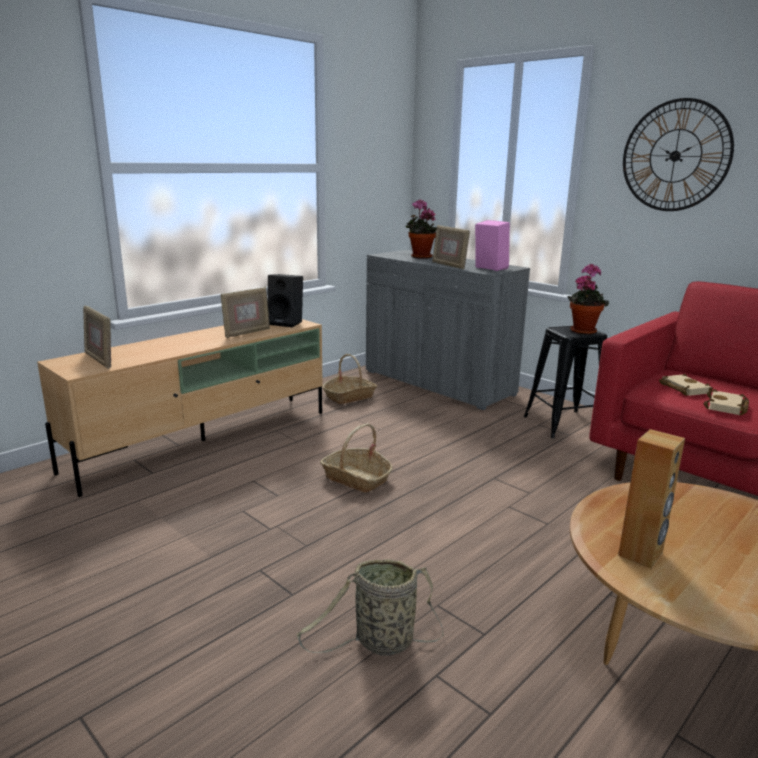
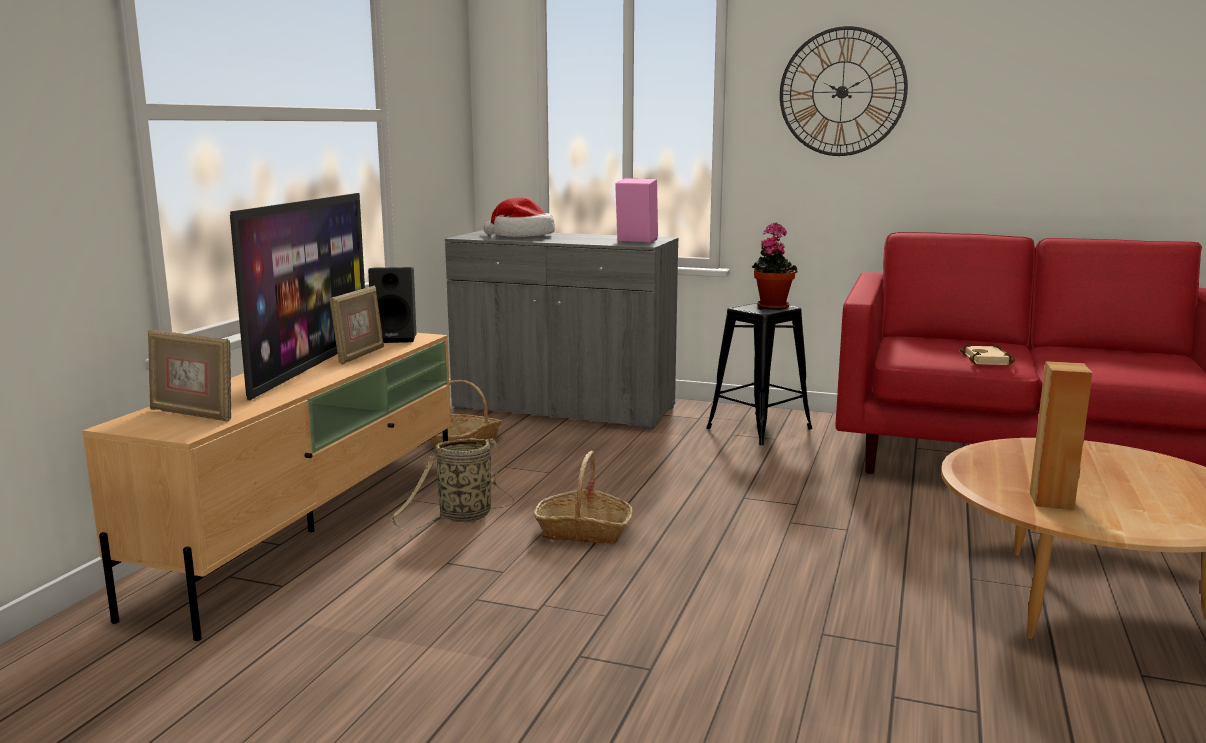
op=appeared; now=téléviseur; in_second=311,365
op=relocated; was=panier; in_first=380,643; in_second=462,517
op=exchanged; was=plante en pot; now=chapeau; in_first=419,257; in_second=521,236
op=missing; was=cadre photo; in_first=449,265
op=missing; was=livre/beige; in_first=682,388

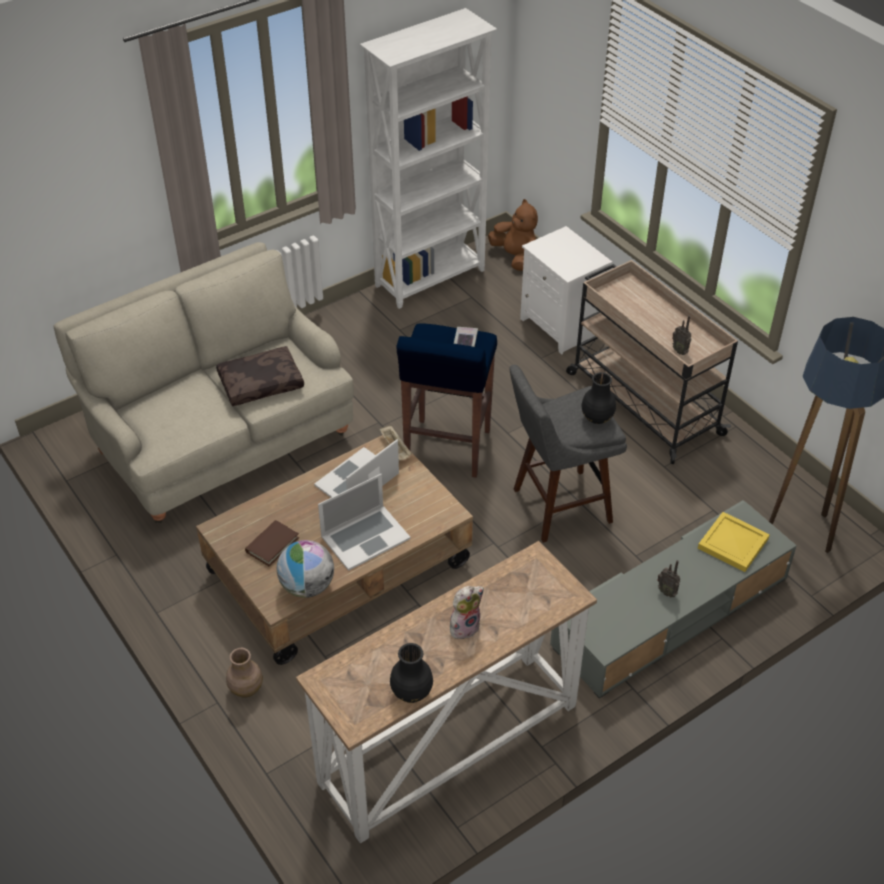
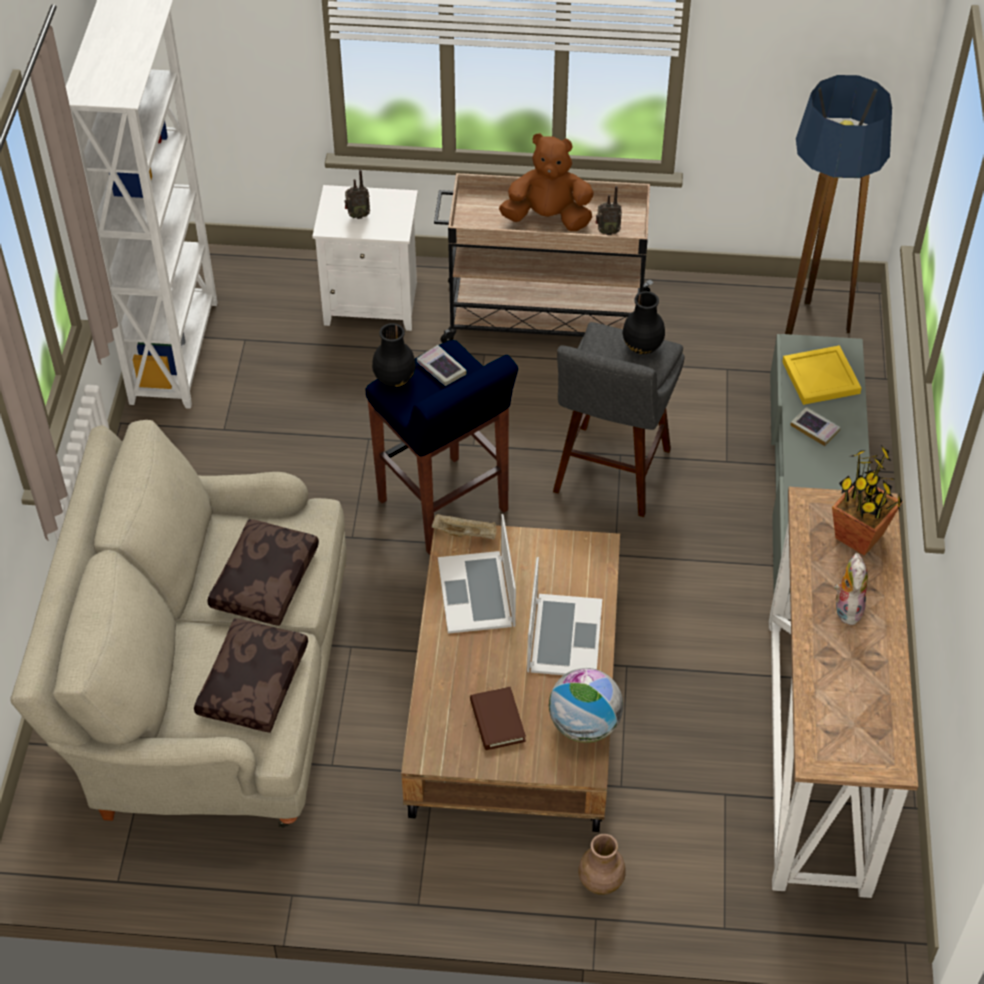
op=appeared; now=coussin/marron; in_second=252,682
op=relocated; was=radio; in_first=667,592; in_second=357,215
op=relocated; was=vase/noir; in_first=411,692; in_second=394,379
op=relocated; was=peluche/marron; in_first=515,257; in_second=548,218
op=appeared; now=livre; in_second=815,429
op=appeared; now=plante en pot; in_second=859,537

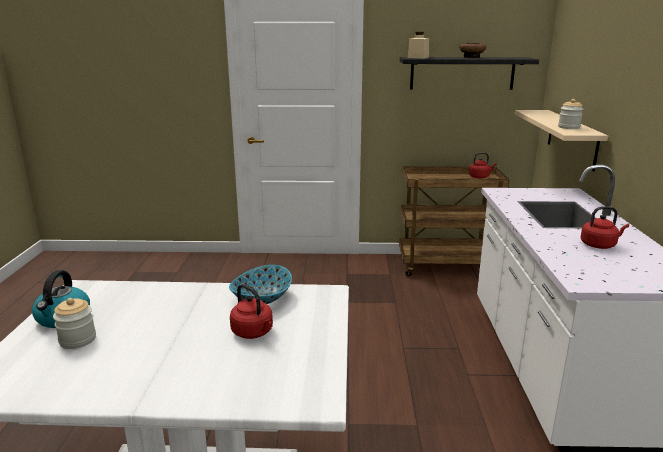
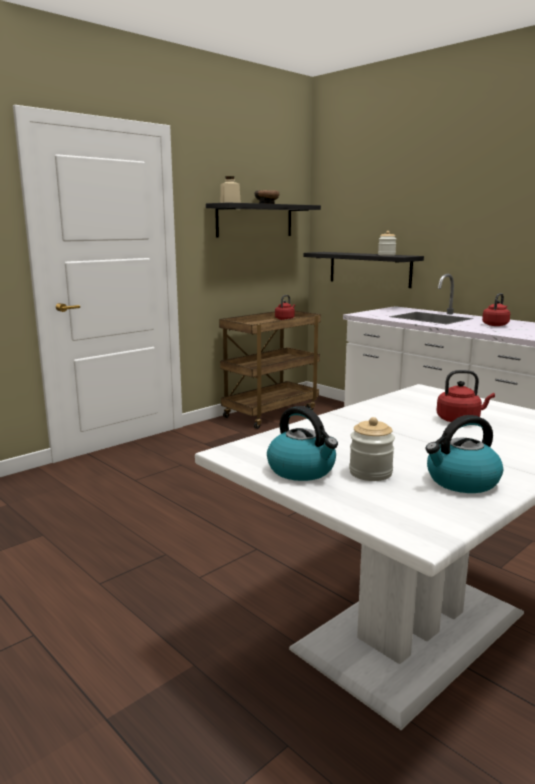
op=colour; was=étagère/beige; now=étagère/noir; in_first=572,138; in_second=369,269
op=appeared; now=bouilloire; in_second=461,481
op=missing; was=bol; in_first=262,299

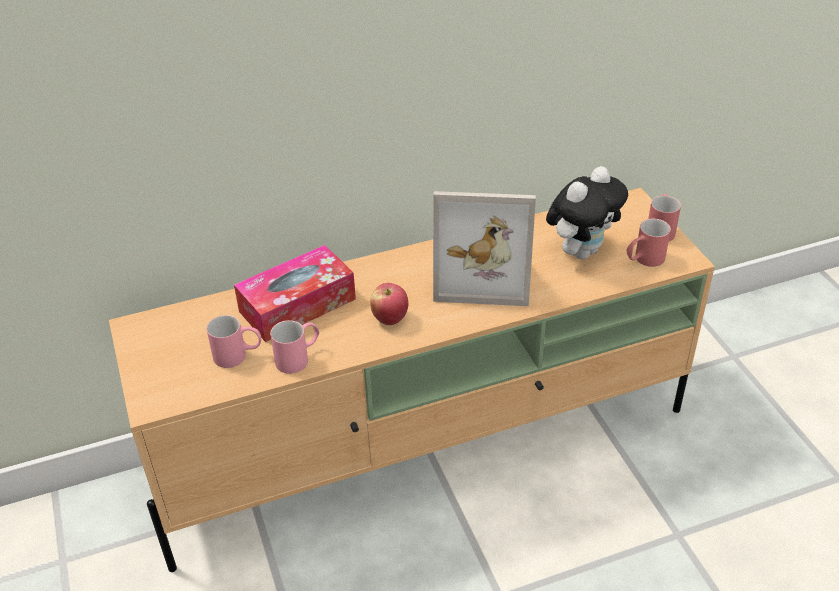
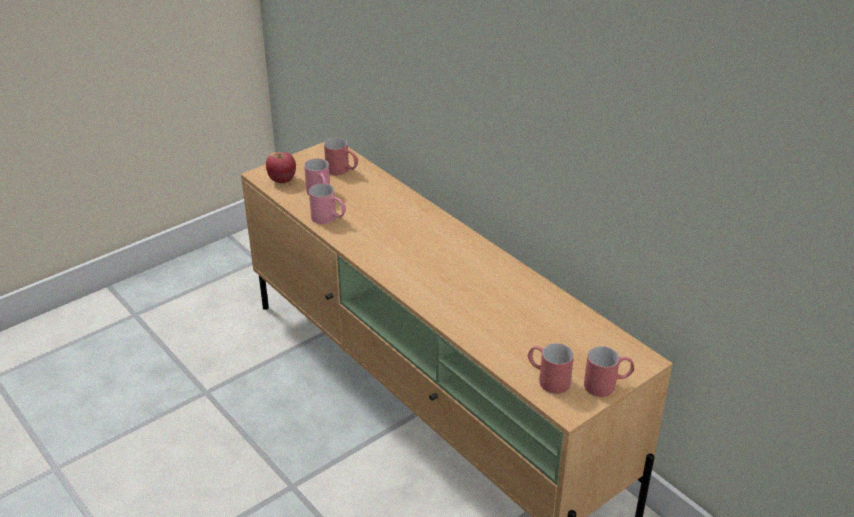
op=relocated; was=pomme; in_first=390,318; in_second=282,180
op=appeared; now=mug/rouge; in_second=342,171
op=missing; was=boîte à mouchoirs; in_first=297,305
op=missing; was=cadre photo; in_first=483,274
op=missing; was=peluche; in_first=581,251

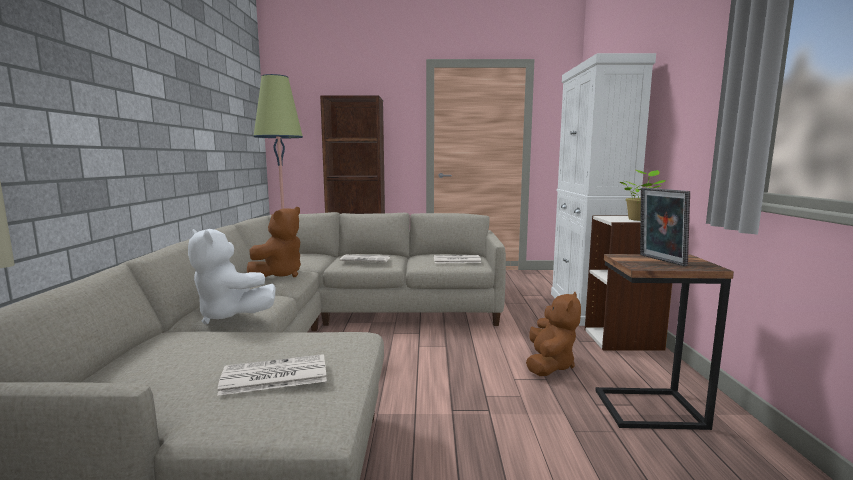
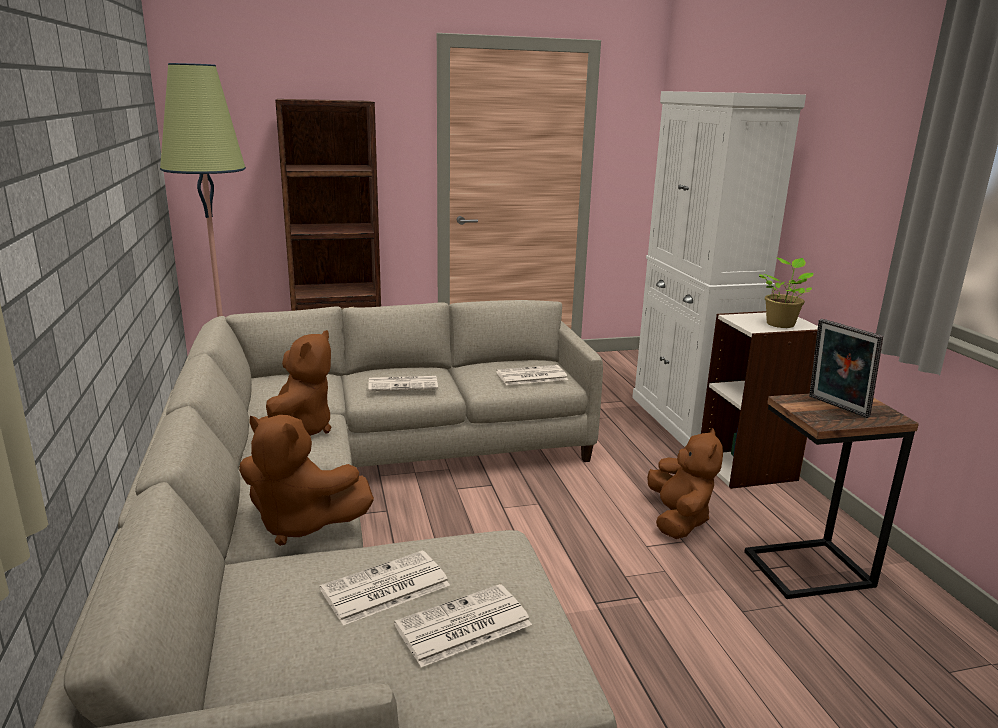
op=colour; was=peluche/blanc; now=peluche/marron; in_first=230,316; in_second=301,524
op=appeared; now=journal; in_second=384,589

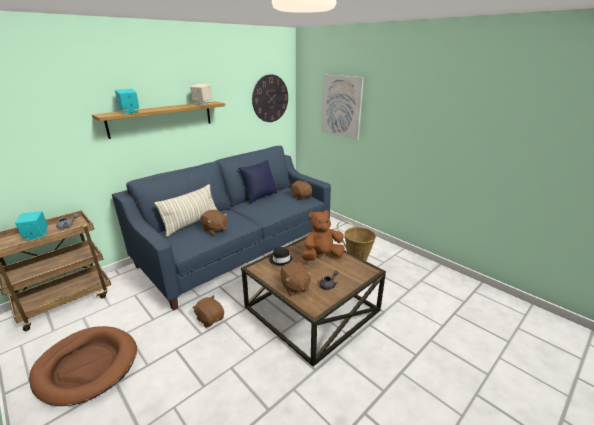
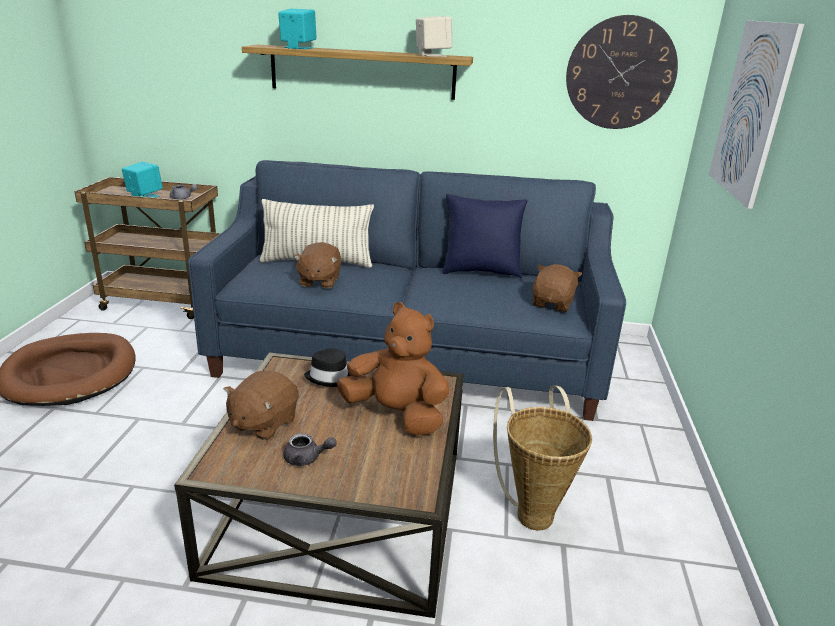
op=missing; was=peluche/marron; in_first=210,319

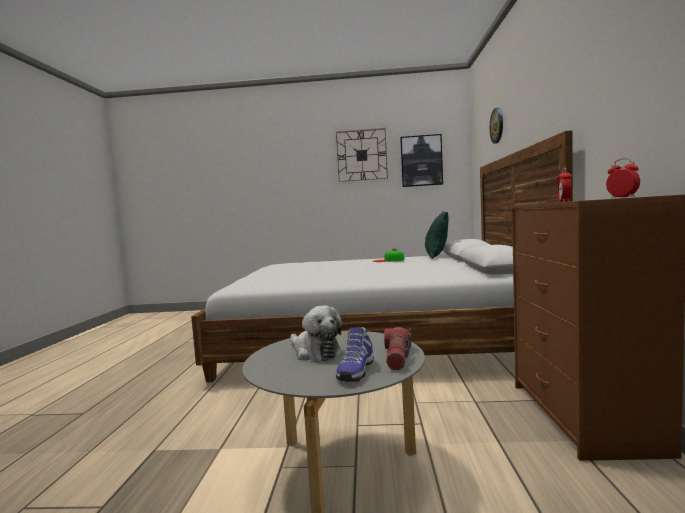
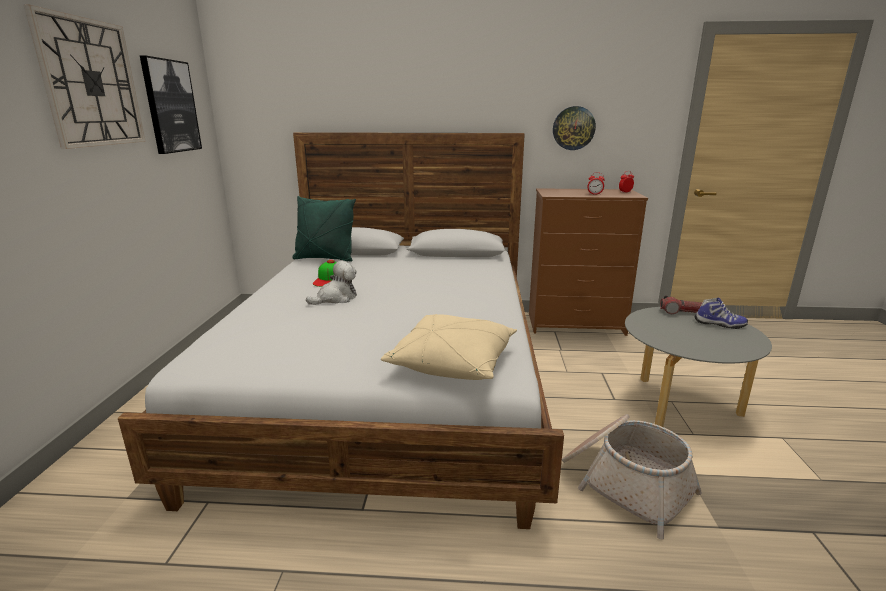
op=relocated; was=peluche; in_first=315,353; in_second=336,298
op=appeared; now=coussin/beige; in_second=453,362
op=relocated; was=horloge murale; in_first=497,125; in_second=573,128
op=appeared; now=panier; in_second=624,483

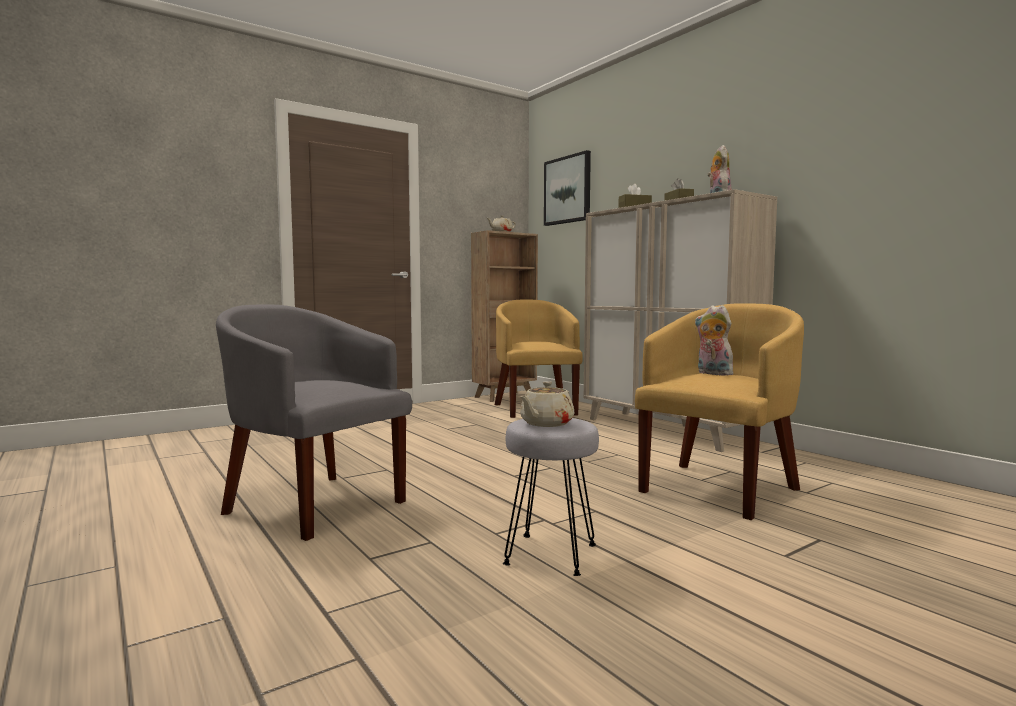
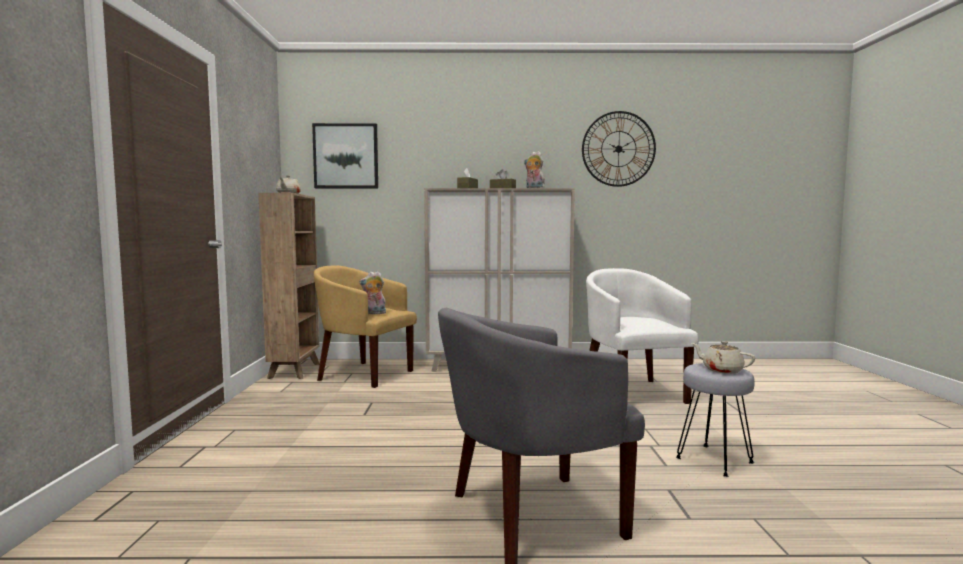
op=relocated; was=peluche; in_first=712,373; in_second=374,313
op=appeared; now=horloge murale; in_second=618,149
op=colour; was=fauteuil/jaune; now=fauteuil/blanc; in_first=719,488; in_second=632,392
op=spun; was=théière/beige; in_first=546,424; in_second=721,370; clockwise=150

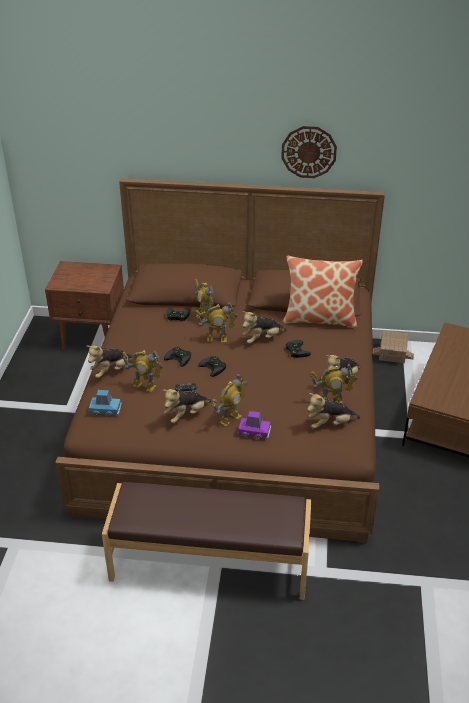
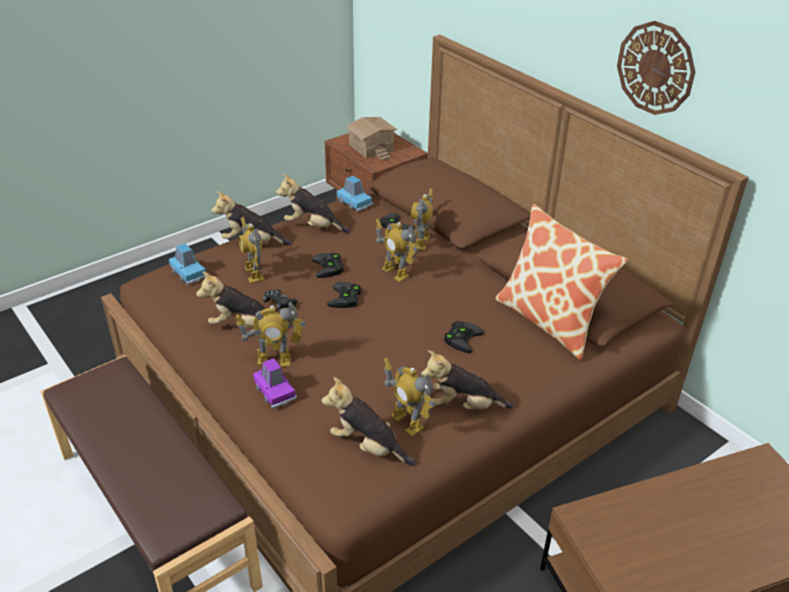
op=relocated; was=peluche; in_first=262,339; in_second=313,226
op=appeared; now=petite voiture/bleu; in_second=354,203
op=relocated; was=maison miniature; in_first=392,353; in_second=372,147

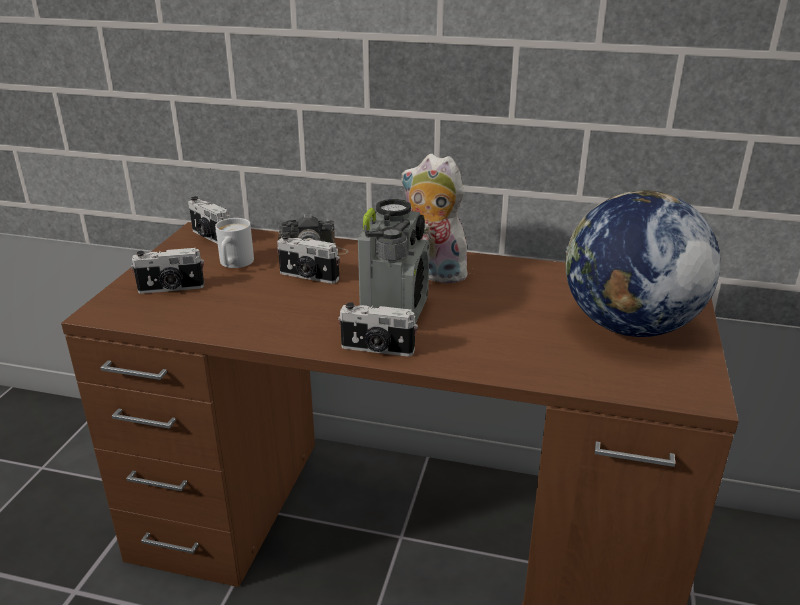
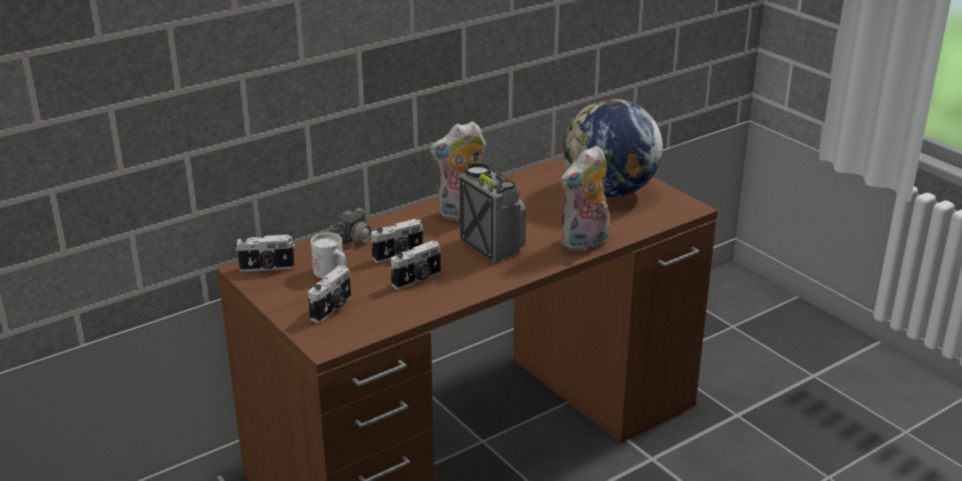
op=relocated; was=appareil photo; in_first=377,349; in_second=417,279
op=appeared; now=peluche; in_second=585,243

